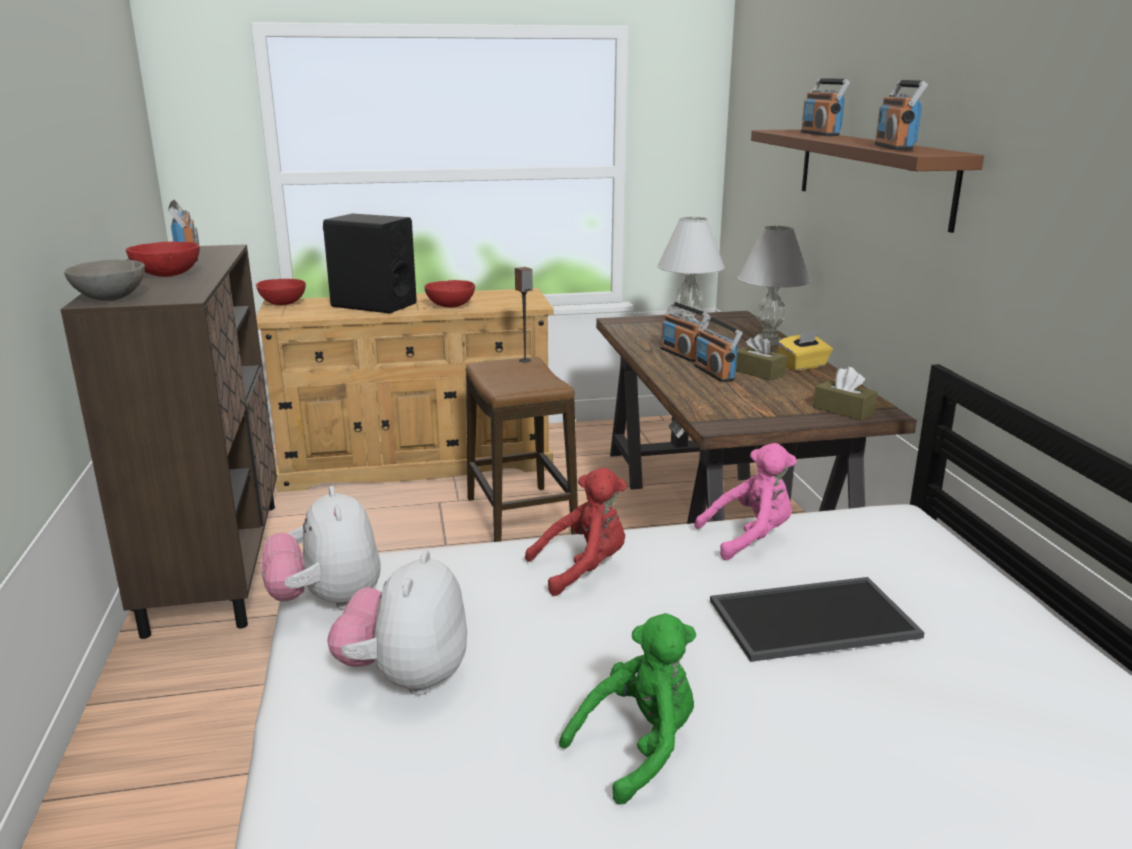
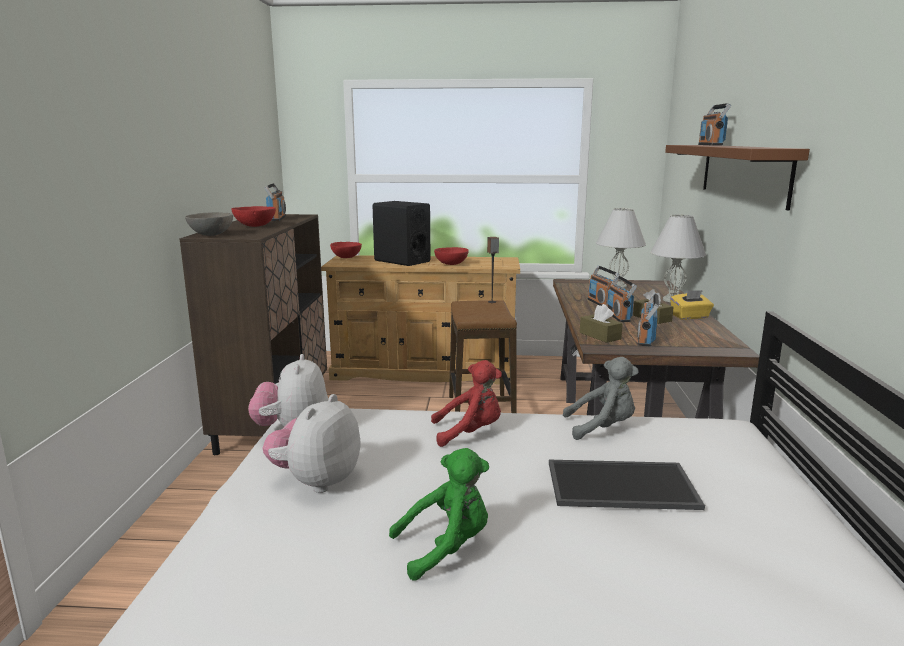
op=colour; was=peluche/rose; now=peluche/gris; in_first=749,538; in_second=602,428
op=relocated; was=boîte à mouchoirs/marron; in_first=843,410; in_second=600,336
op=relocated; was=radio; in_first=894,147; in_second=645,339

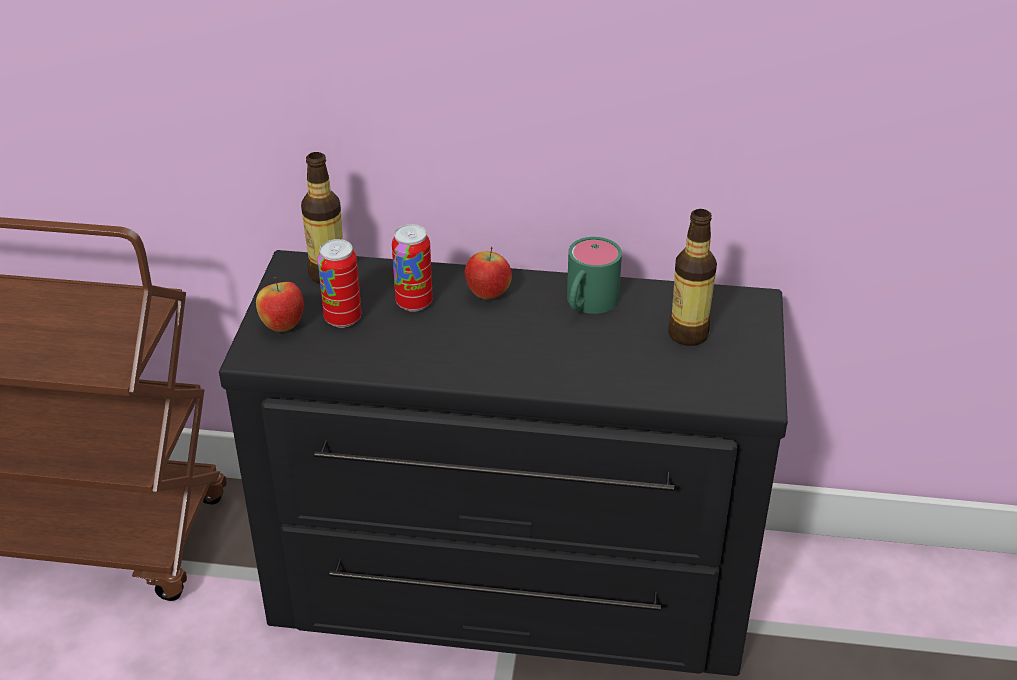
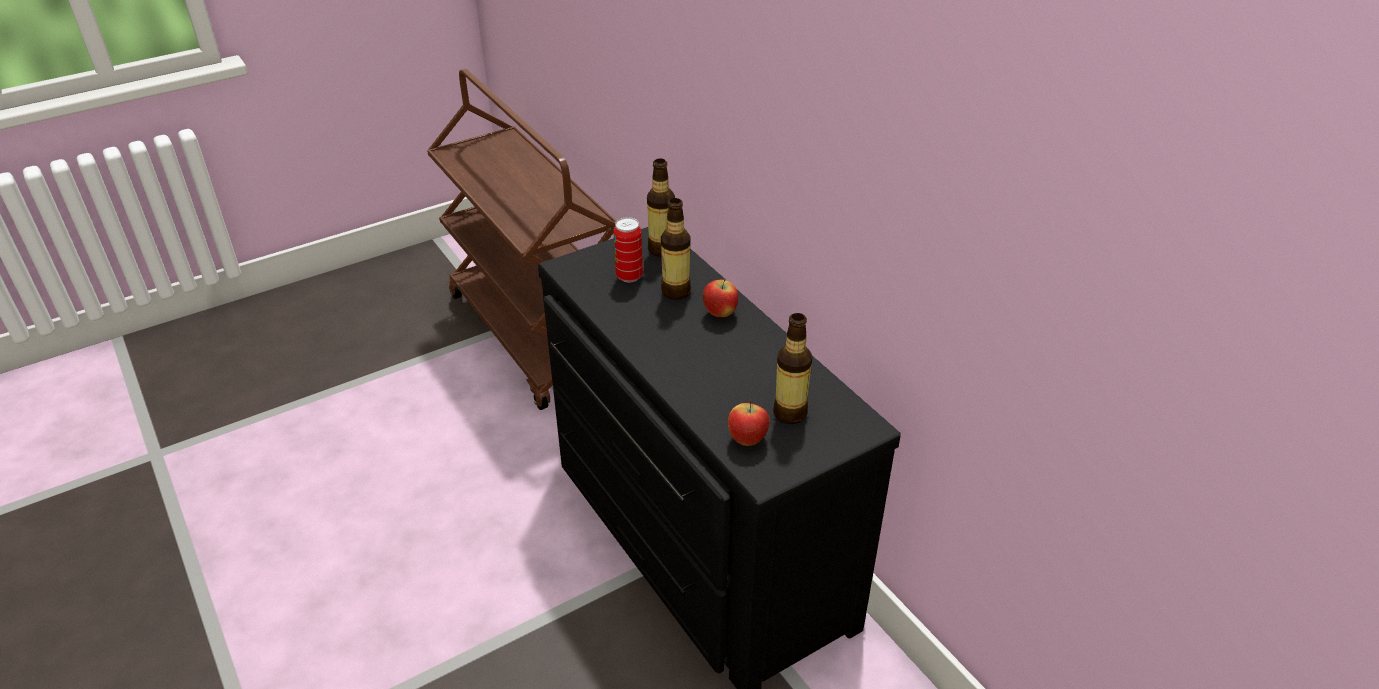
op=exchanged; was=boîte métallique; now=bouteille; in_first=414,303; in_second=676,292
op=relocated; was=pomme; in_first=283,326; in_second=747,440
op=missing; was=mug/vert; in_first=587,304

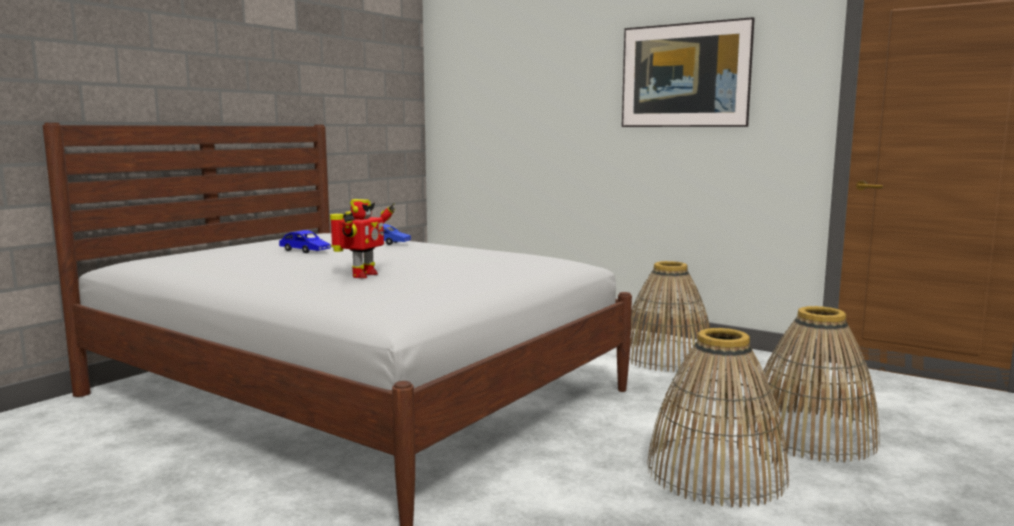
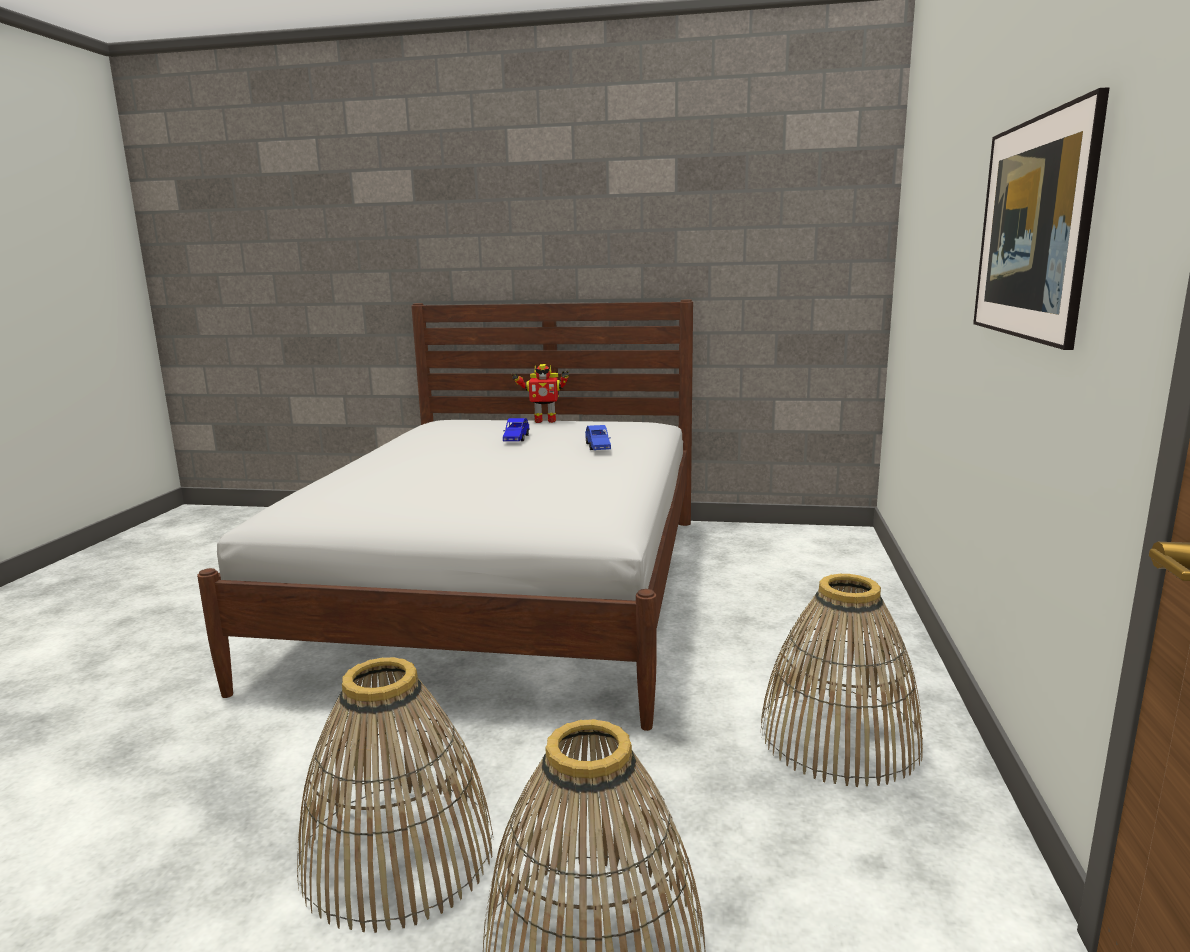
op=relocated; was=robot jouet; in_first=362,275; in_second=544,421

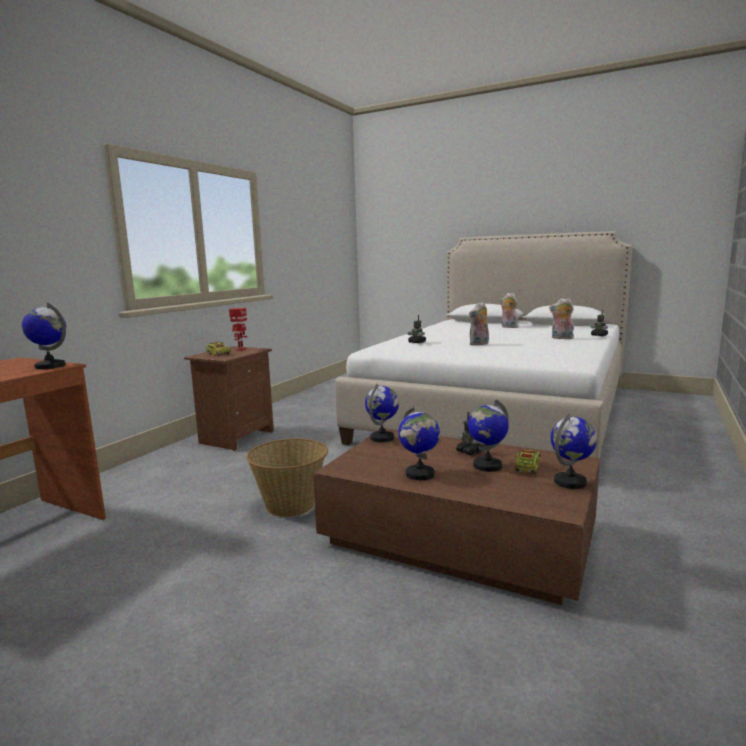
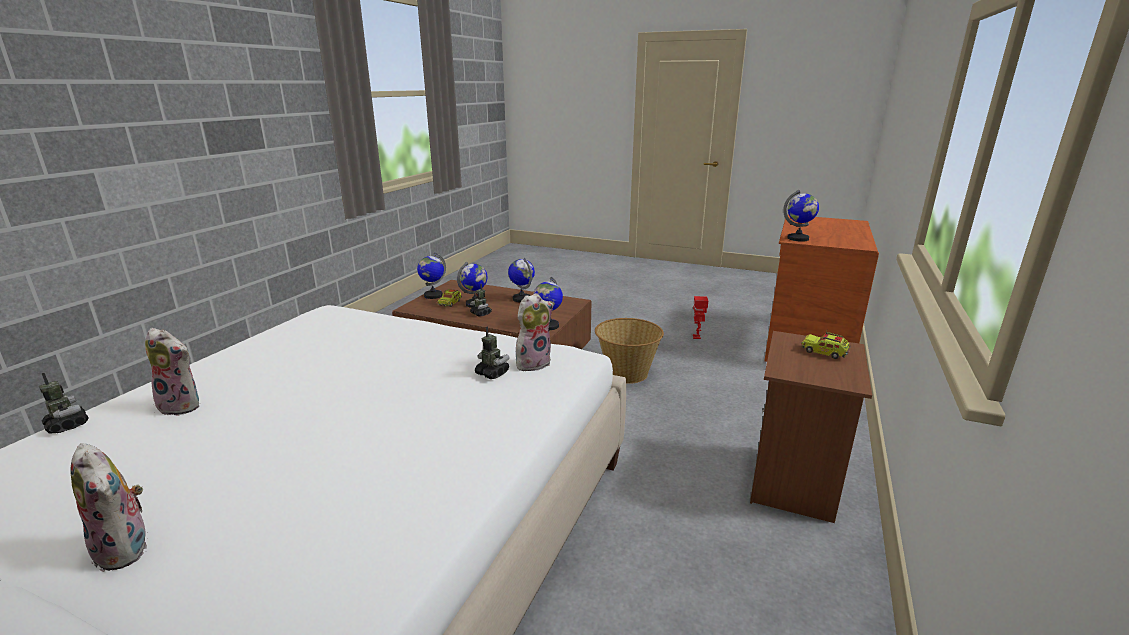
op=relocated; was=peluche; in_first=479,344; in_second=533,363
op=relocated; was=robot jouet; in_first=241,349; in_second=697,337

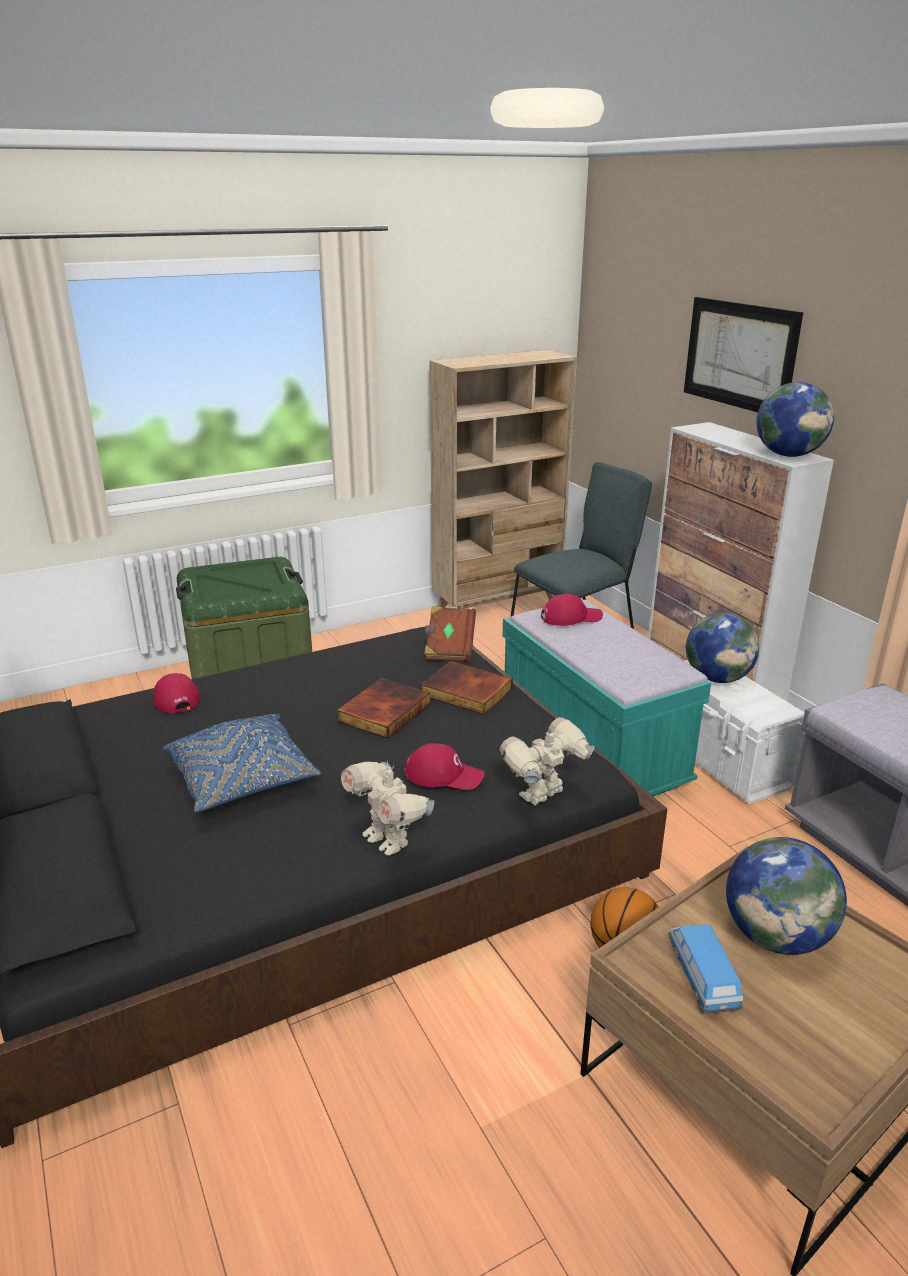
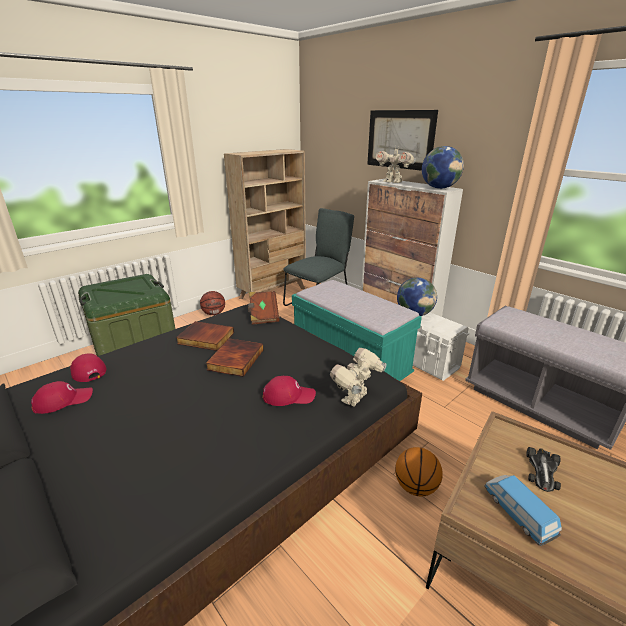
op=relocated; was=casquette/rouge; in_first=571,617; in_second=63,400
op=relocated; was=livre; in_first=465,692; in_second=205,338
op=appeared; now=ballon de basket; in_second=214,313
op=relocated; was=robot jouet; in_first=388,840; in_second=393,182
op=exchanged; was=globe; now=petite voiture; in_first=776,936; in_second=542,471
op=missing; was=coussin/bleu; in_first=243,780

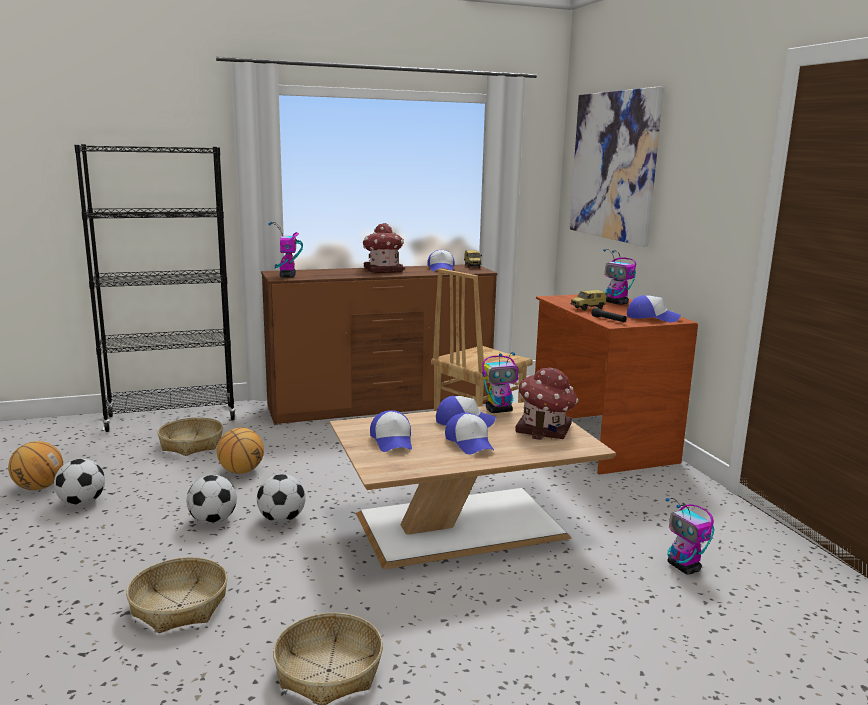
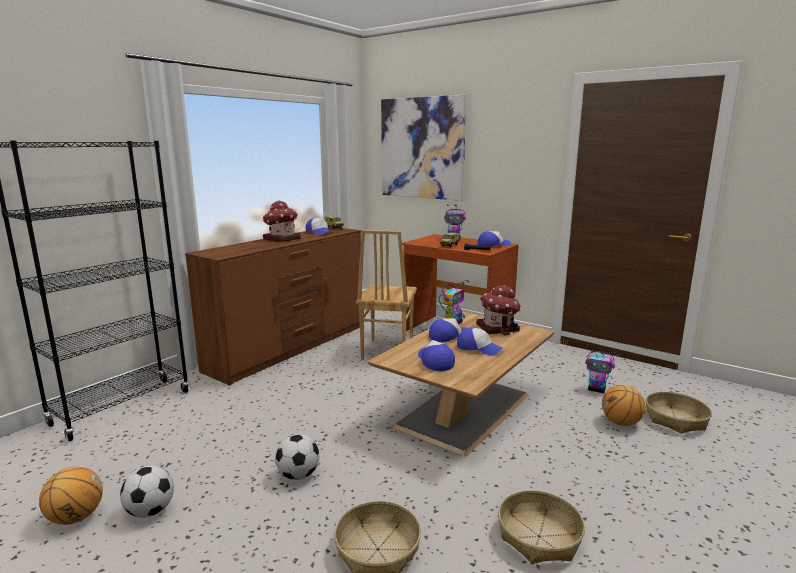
op=spun; was=casquette; in_first=392,441; in_second=434,361; clockwise=-150
op=relocated; was=ballon de basket; in_first=241,471; in_second=621,423
op=relocated; was=panier; in_first=191,444; in_second=675,419
op=missing; was=ballon de foot; in_first=282,519
op=missing; was=robot jouet; in_first=288,276

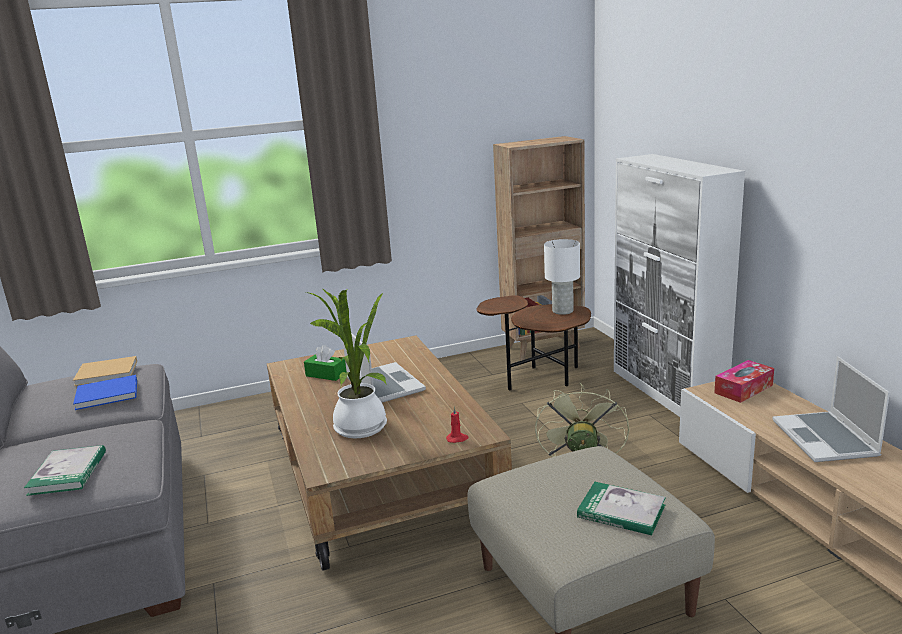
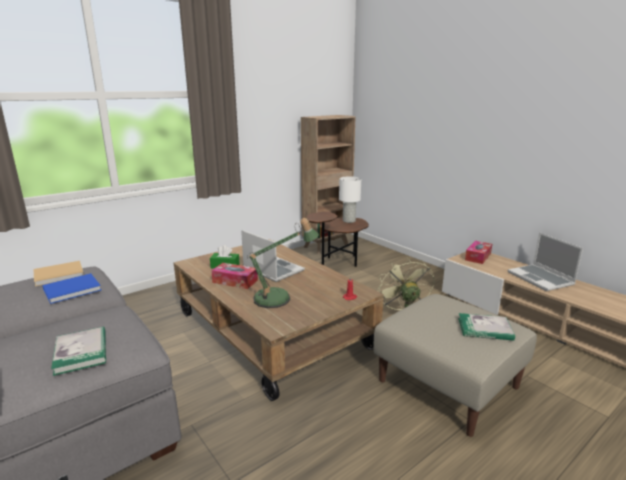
op=appeared; now=boîte à mouchoirs; in_second=235,281
op=exchanged; was=plante en pot; now=lampe de table; in_first=360,429; in_second=278,298
op=missing; was=meuble de rangement/blanc; in_first=667,392

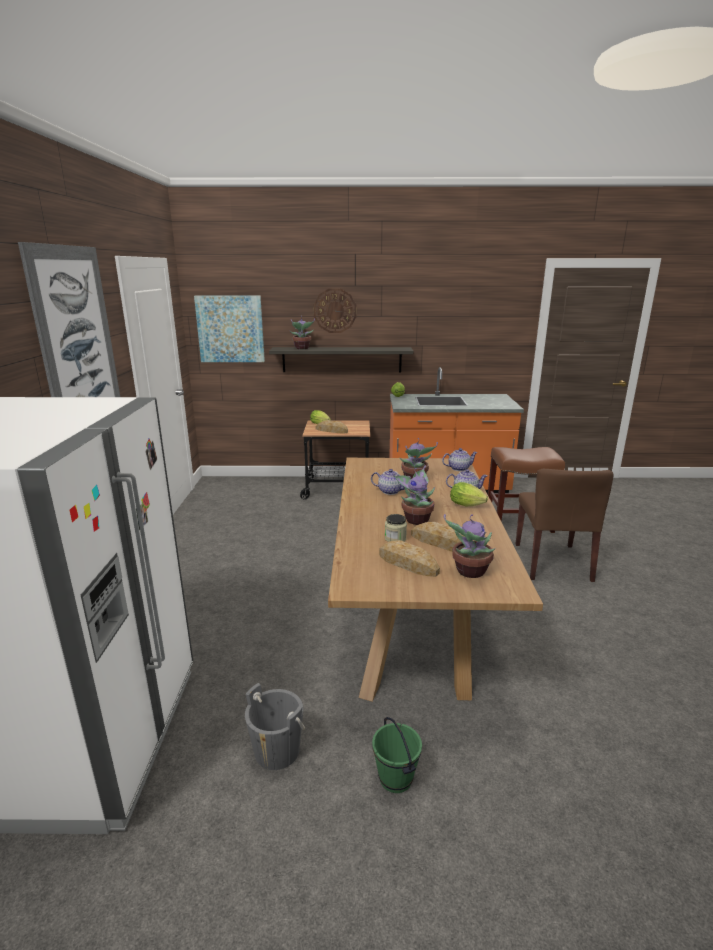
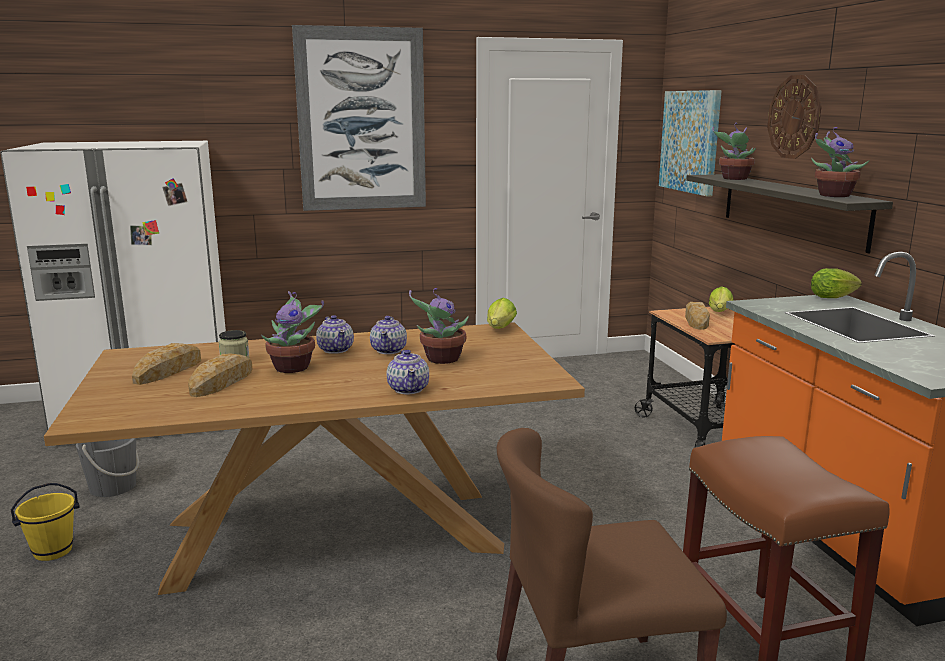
op=colour; was=seau/vert; now=seau/jaune; in_first=396,778; in_second=53,551
op=relocated; was=théière; in_first=458,468; in_second=336,349
op=relocated; was=laitue; in_first=468,505; in_second=500,329
op=relocated; was=plante en pot; in_first=469,571; in_second=832,195

